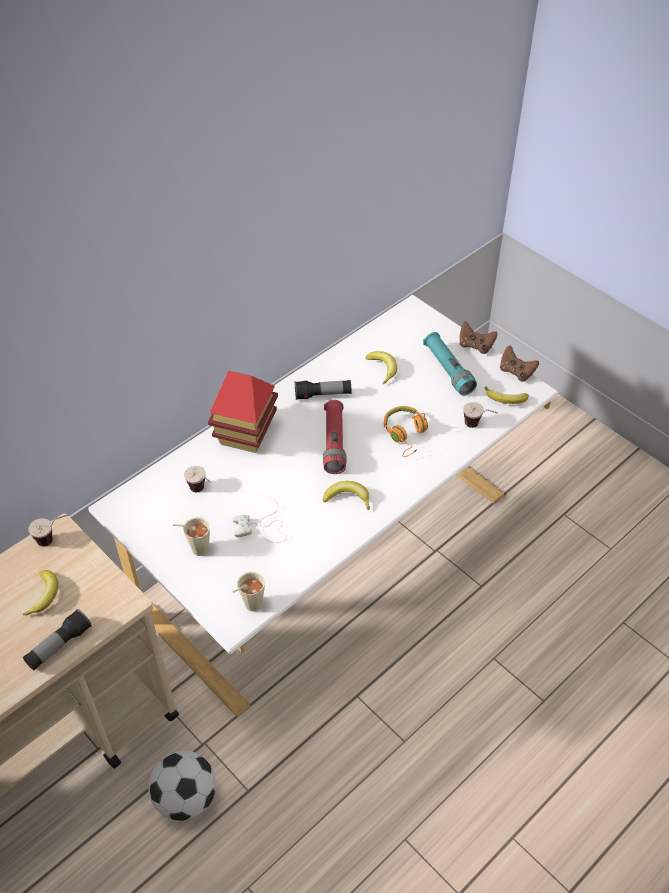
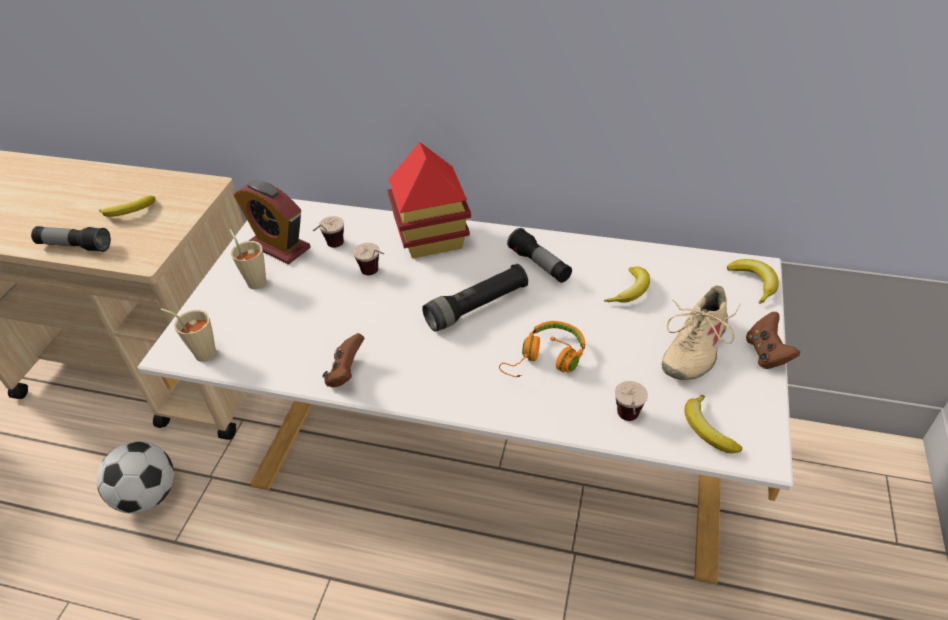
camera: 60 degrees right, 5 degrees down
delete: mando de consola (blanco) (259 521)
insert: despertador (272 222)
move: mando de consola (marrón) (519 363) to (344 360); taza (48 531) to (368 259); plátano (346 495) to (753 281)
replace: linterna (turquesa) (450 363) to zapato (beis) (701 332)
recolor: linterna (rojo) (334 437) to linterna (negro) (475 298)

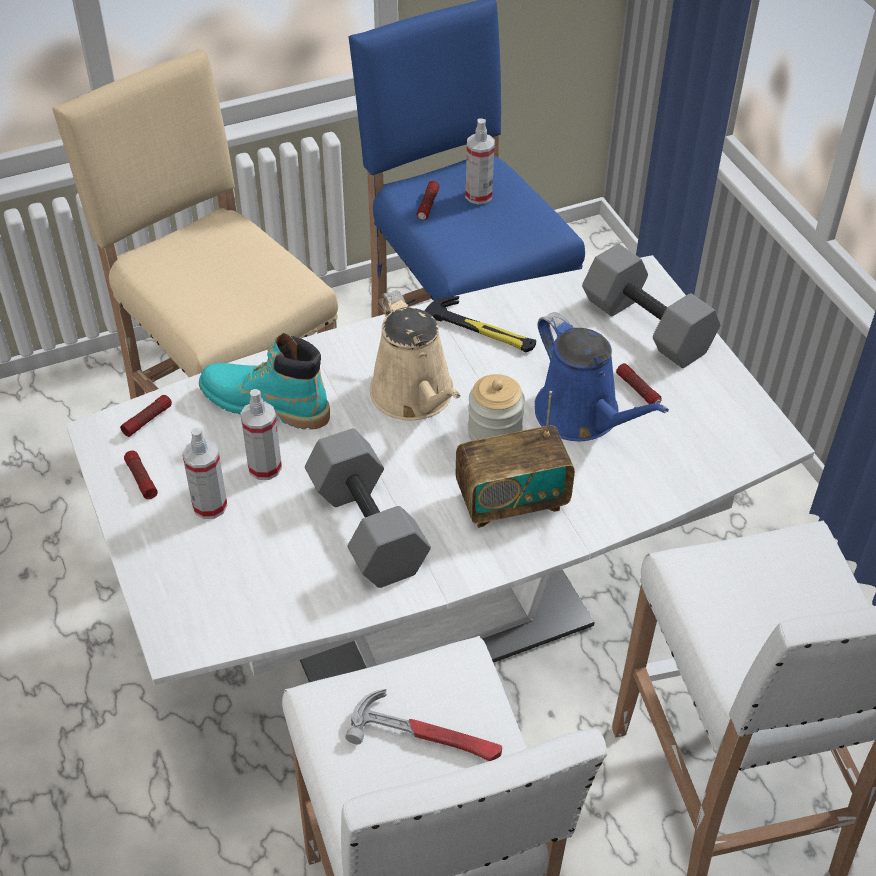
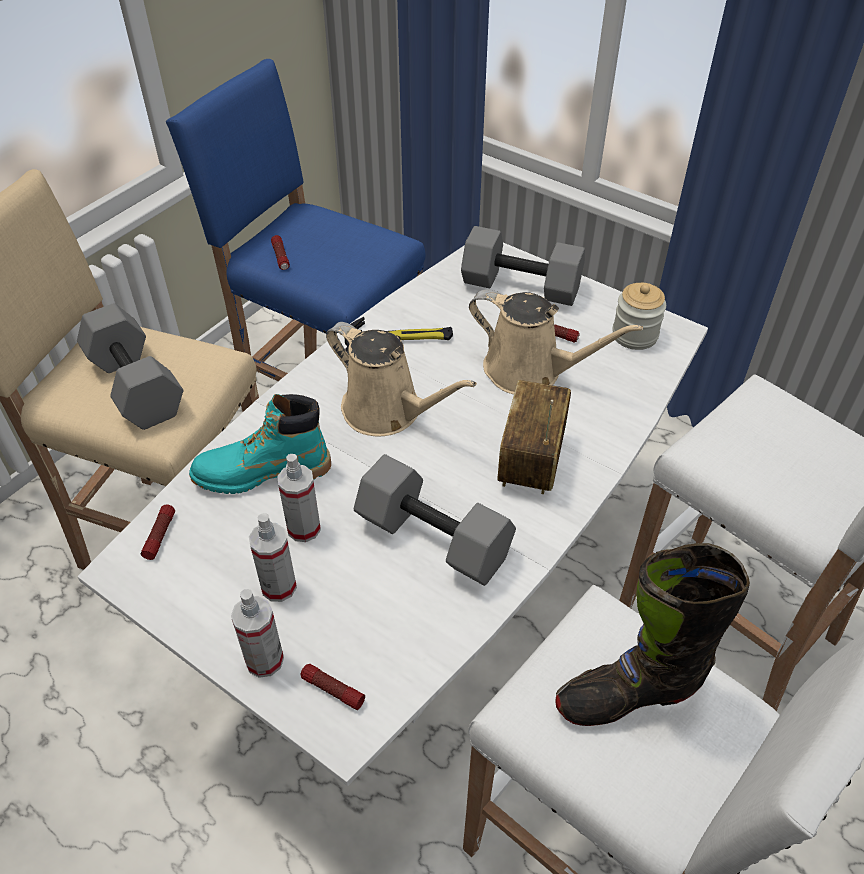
camera: 30 degrees left, 0 degrees up
insert: mancuerna (gris) (130 366)
move: pulverizador (480 161) to (257 633); linterna (141 475) to (333 687); tarro (496 407) to (639 316)
replace: martillo (424 725) to bota (negro) (652 634)
recolor: regadera (azul) (602 376) to regadera (beis) (556 342)
rotate: radio (515 459) = (534 437) 150 degrees clockwise

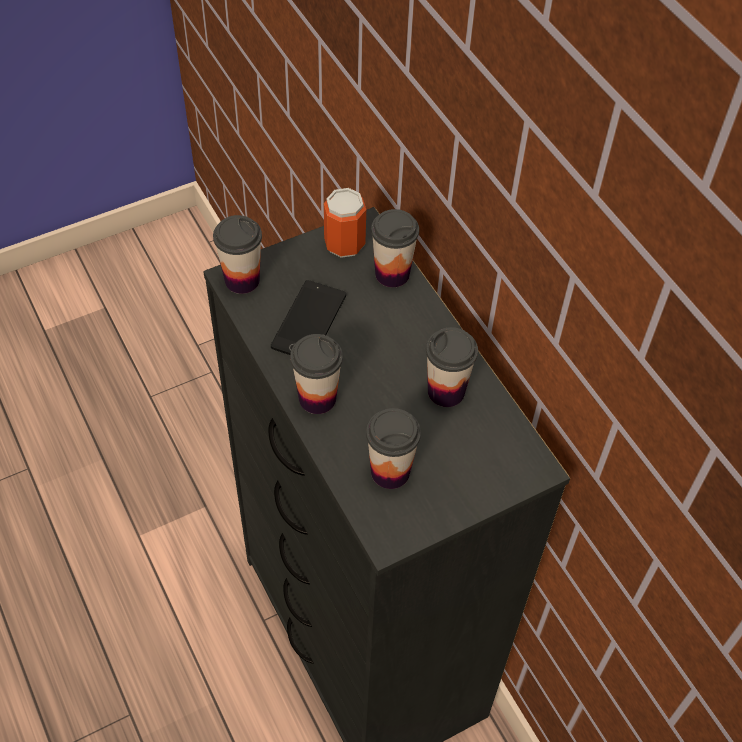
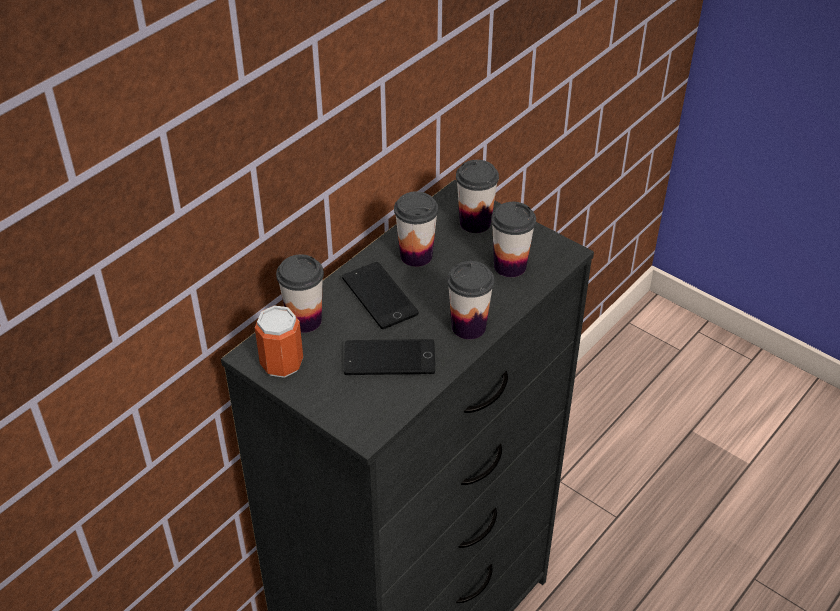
camera: 110 degrees left, 10 degrees down
insert: móvil (380 295)
move: taza (237 254) to (477 196)

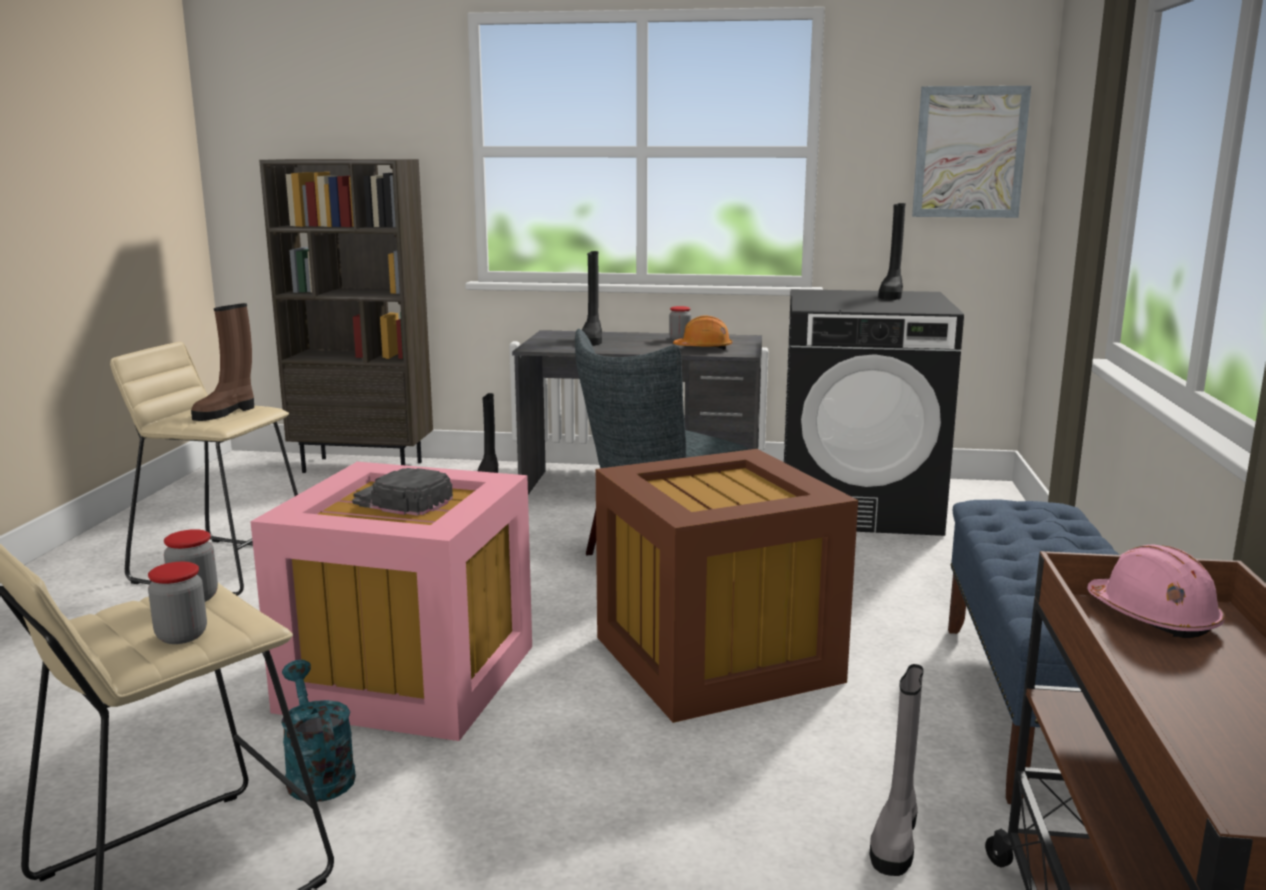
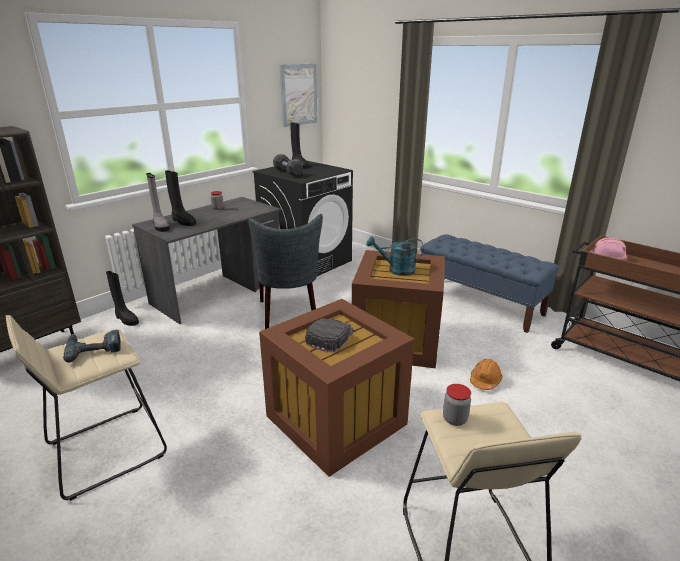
camera: 55 degrees left, 10 degrees up
delete: tarro (177 603)
insert: mancuerna (negro) (288 165)
move: bota (gris) (896 770) to (158 202); regadera (turquesa) (318 731) to (395 256); casco (naranja) (702 333) to (486 374)
replace: bota (marrón) (222 362) to taladro (91 346)
recolor: caja de almacenaje (rosa) (391 601) to caja de almacenaje (marrón) (336 388)
rotate: gorra (negro) (402 492) = (329 335) 150 degrees clockwise

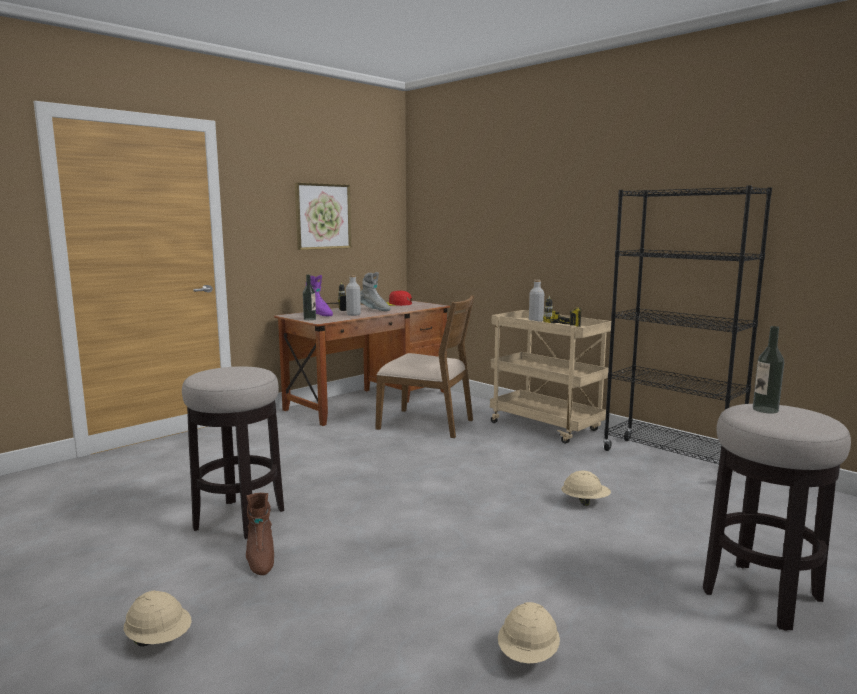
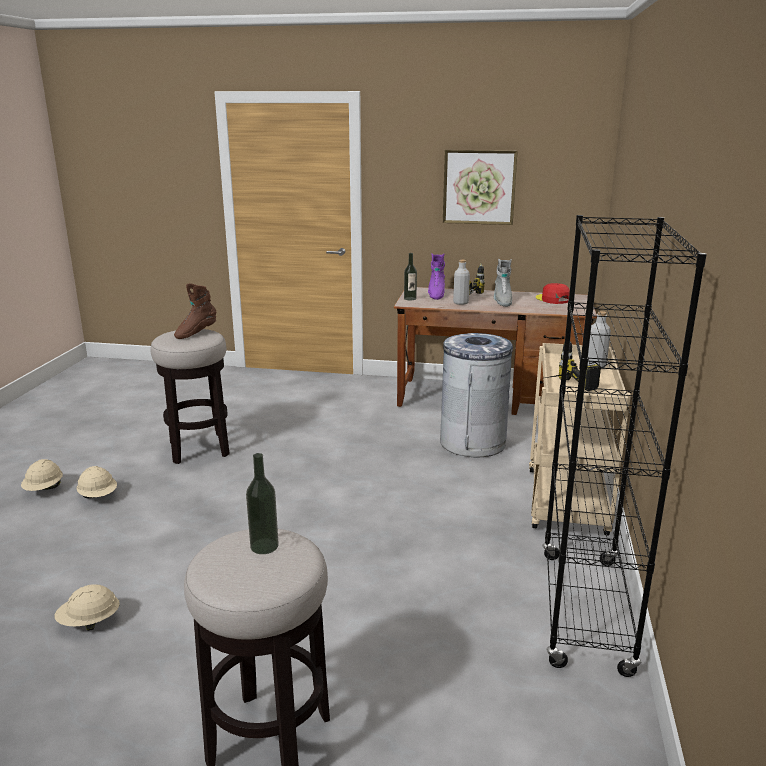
camera: 55 degrees right, 10 degrees up
move: casco (beis) (586 488) to (97 482); bota (marrón) (260 534) to (195 311)
replace: silla (marrón) (424 366) to papelera (gris) (476 395)

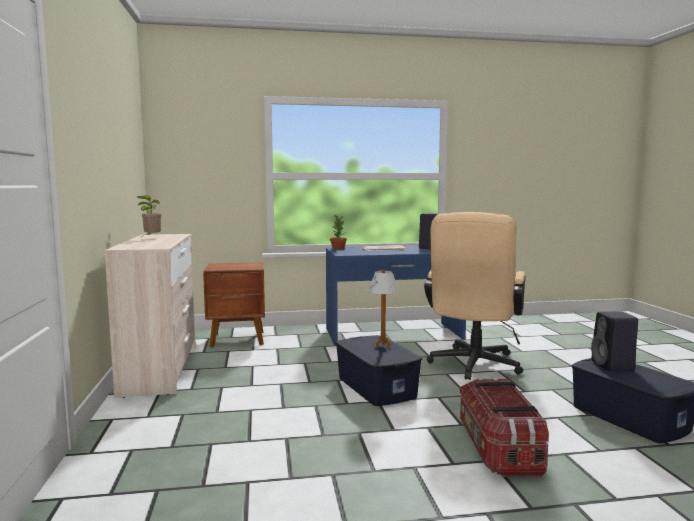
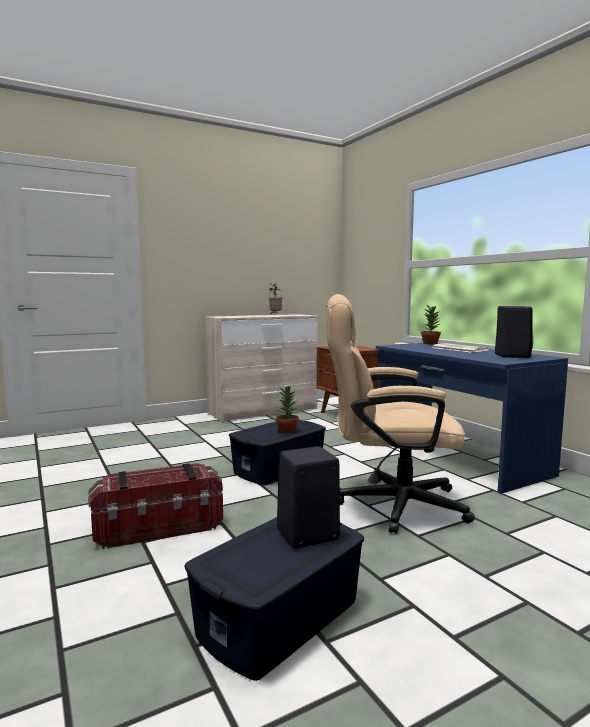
camera: 70 degrees right, 0 degrees up
replace: lámpara de mesa (383 309) to planta en maceta (287 409)

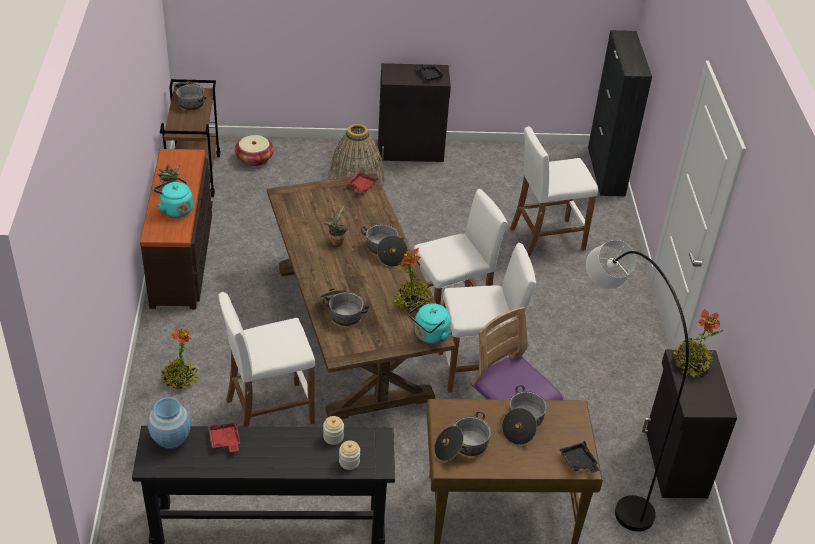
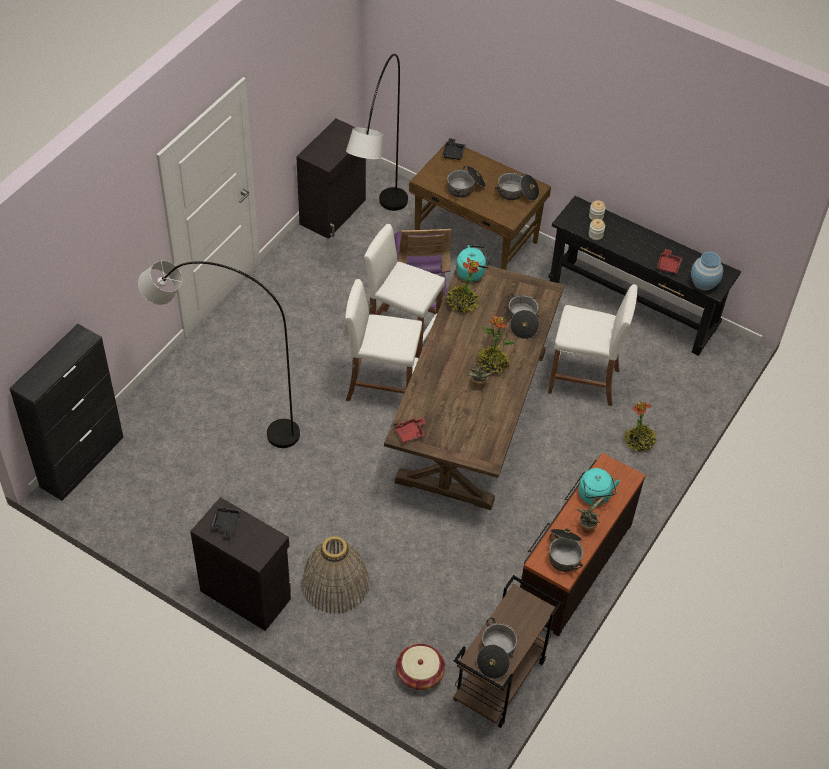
camera: 145 degrees left, 10 degrees up
move: planta en maceta (697 343) to (496 344); olla (384 245) to (566 550)
replace: taburete (blanco) (554 192) to lámpara de pie (gris) (219 354)

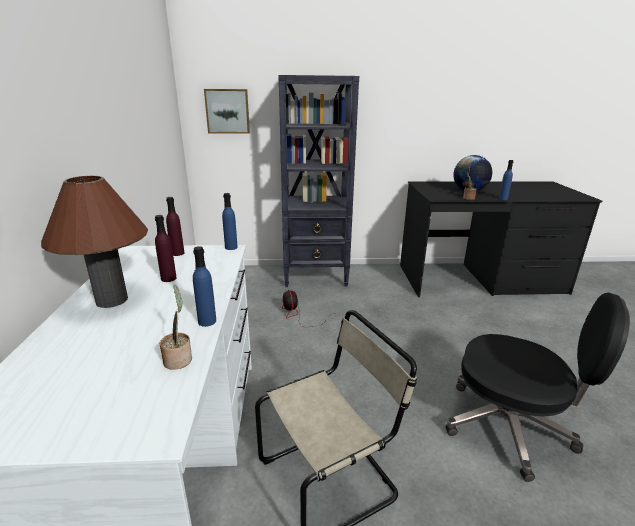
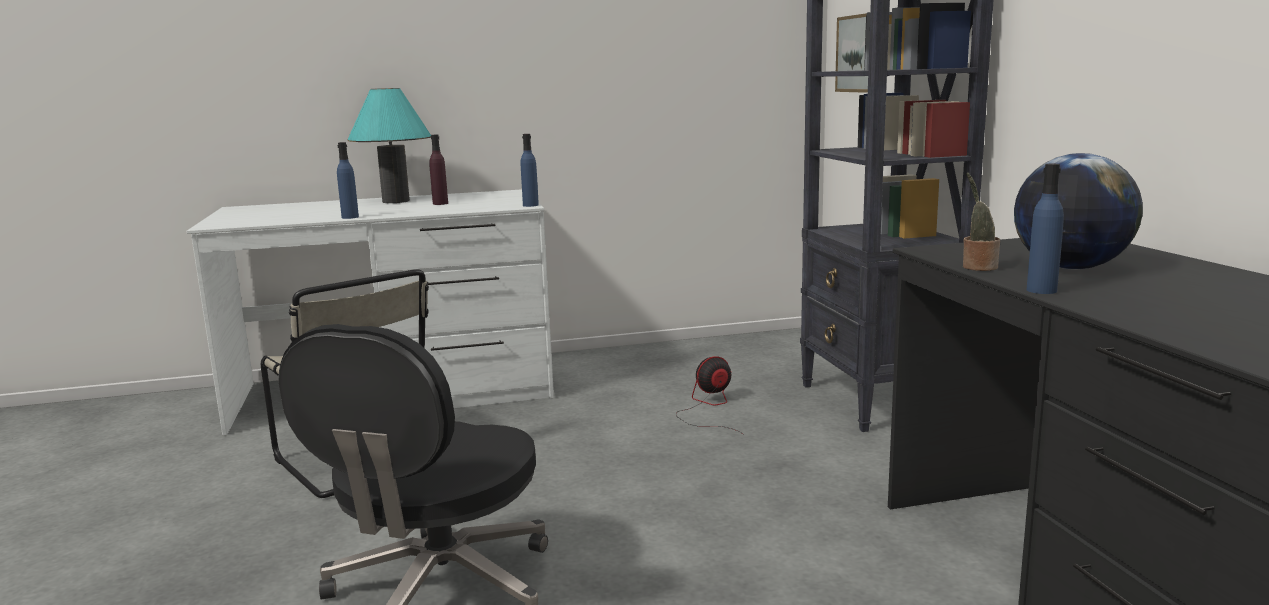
camera: 80 degrees right, 10 degrees down
delete: planta en maceta (176 327); botella (morado) (175 226)
recolor: lámpara de mesa (marrón) (94 242) to lámpara de mesa (turquesa) (389 145)

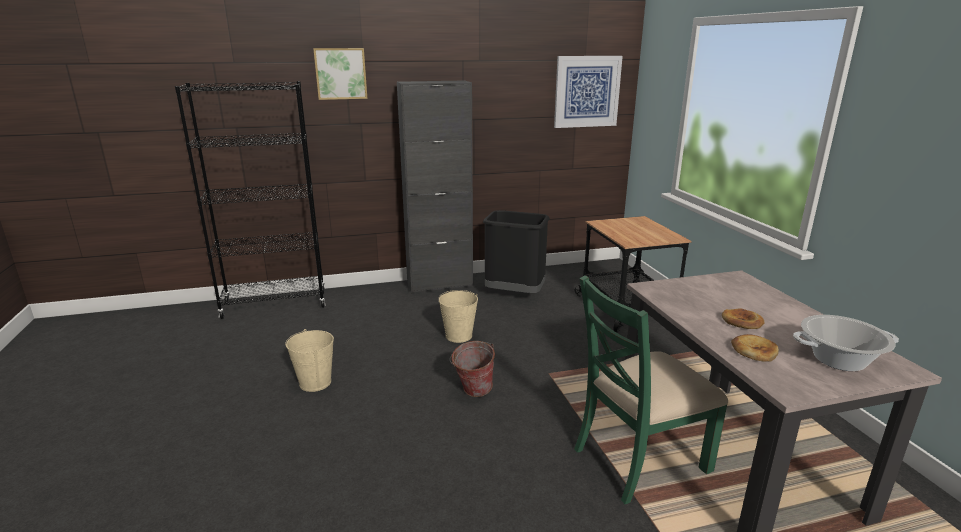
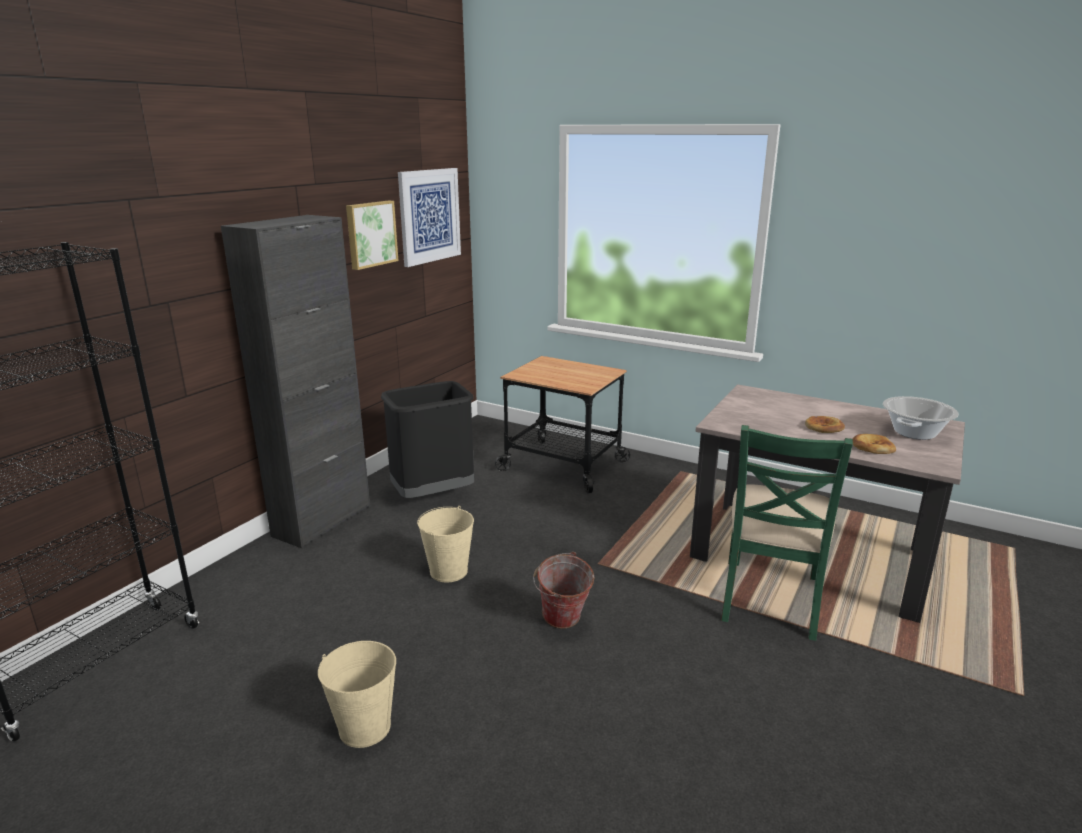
camera: 45 degrees left, 0 degrees up
move: cuadro (340 74) to (372 235)

